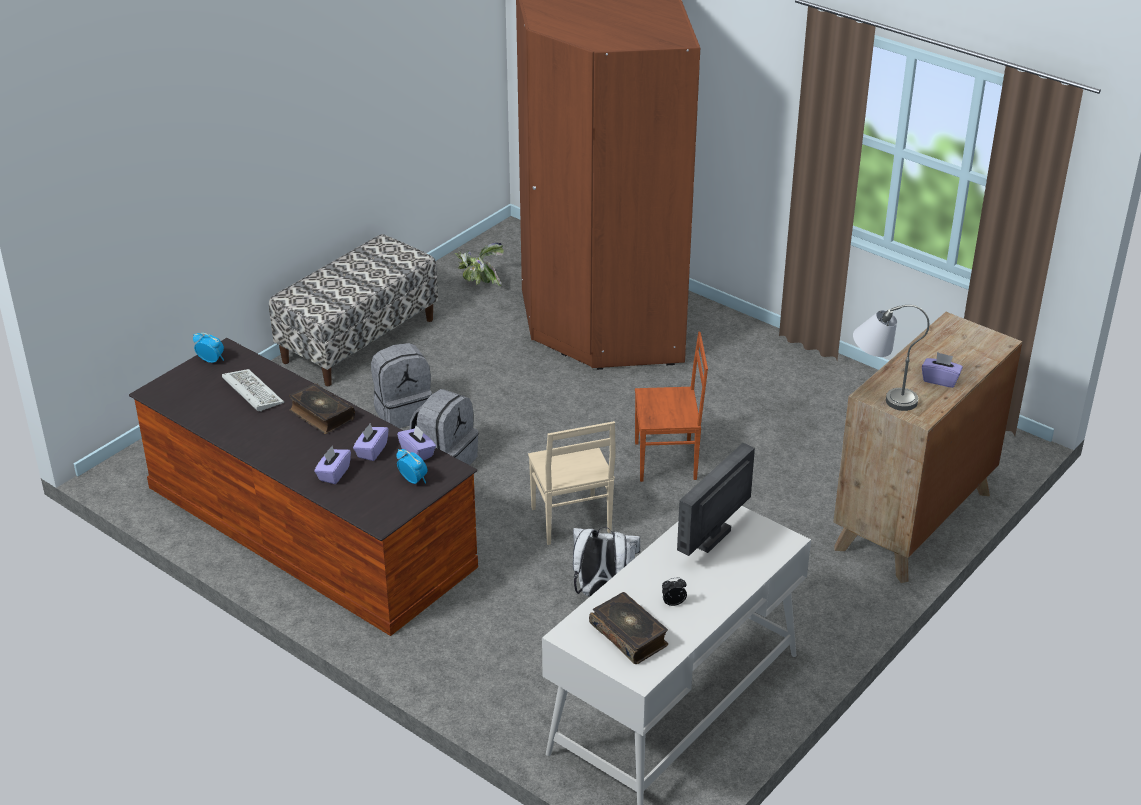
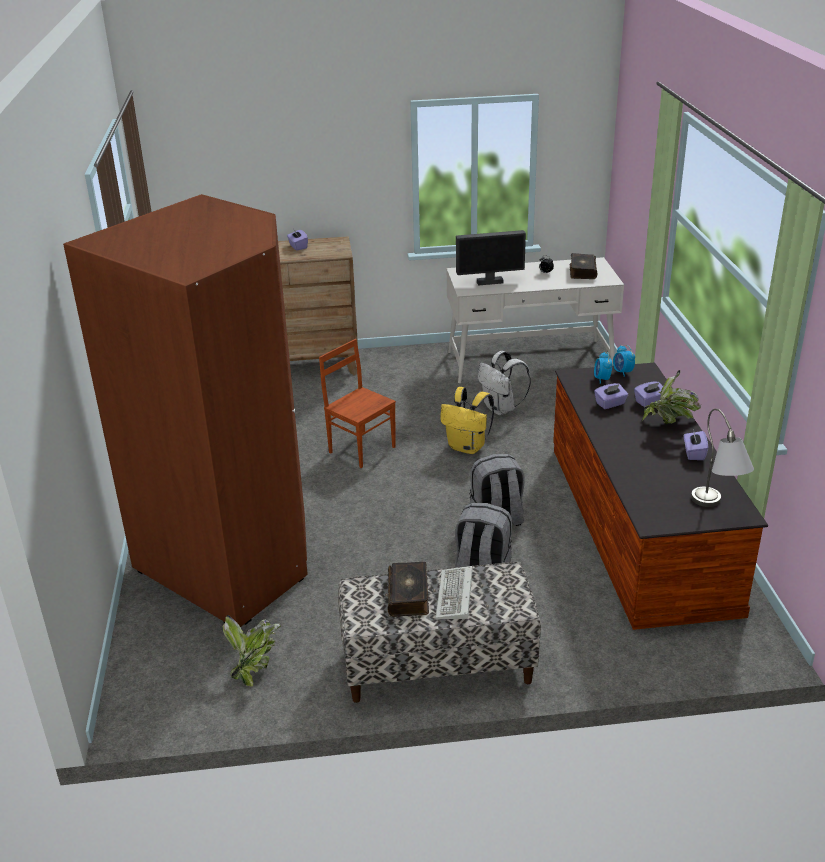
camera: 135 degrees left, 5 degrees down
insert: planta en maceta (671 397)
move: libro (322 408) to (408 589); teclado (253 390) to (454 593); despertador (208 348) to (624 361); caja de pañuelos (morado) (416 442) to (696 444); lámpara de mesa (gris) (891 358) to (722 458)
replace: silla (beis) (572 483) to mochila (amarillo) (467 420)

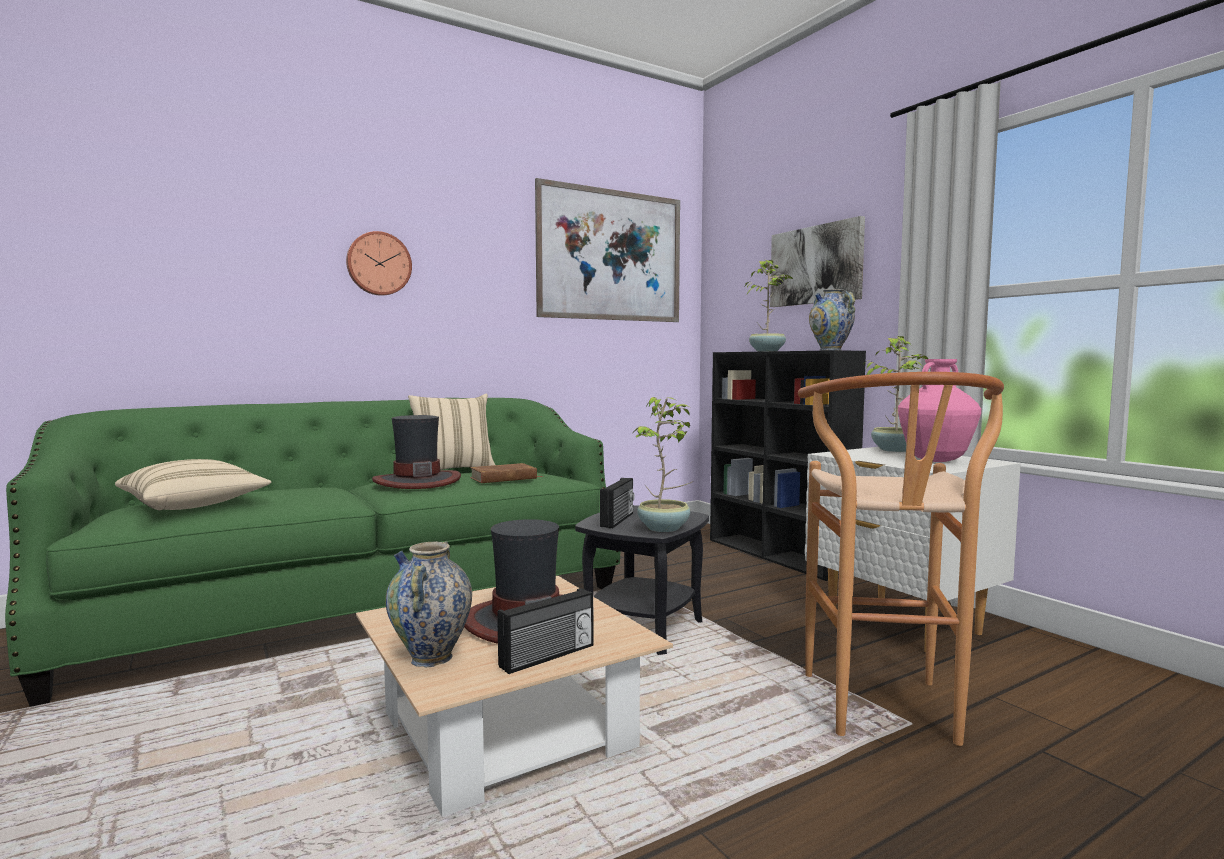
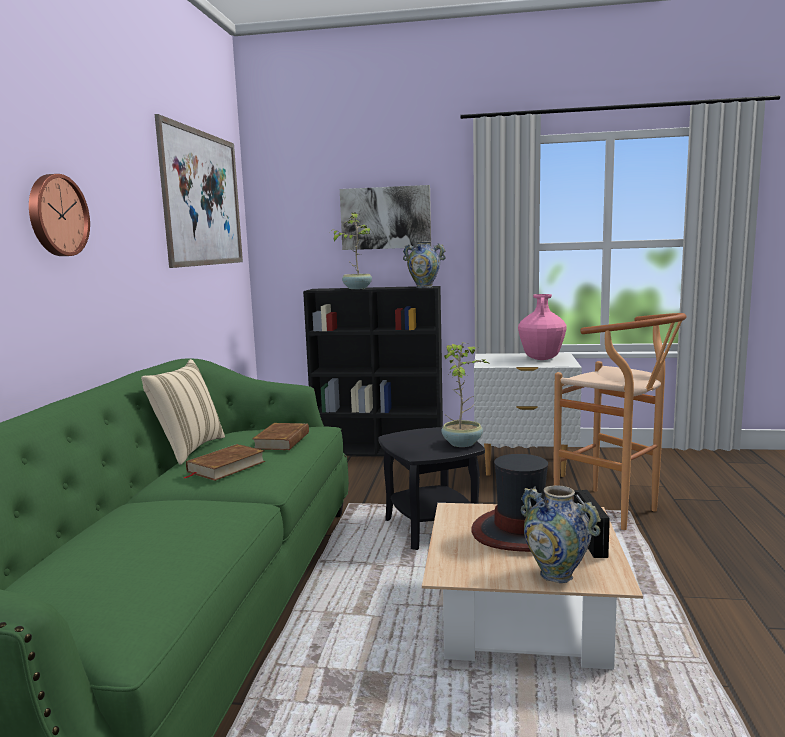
camera: 50 degrees left, 5 degrees up
delete: cojín (beis) (193 484); radio (617 503); planta en maceta (895 394)
replace: sombrero (416 452) to libro (marrón) (224 462)

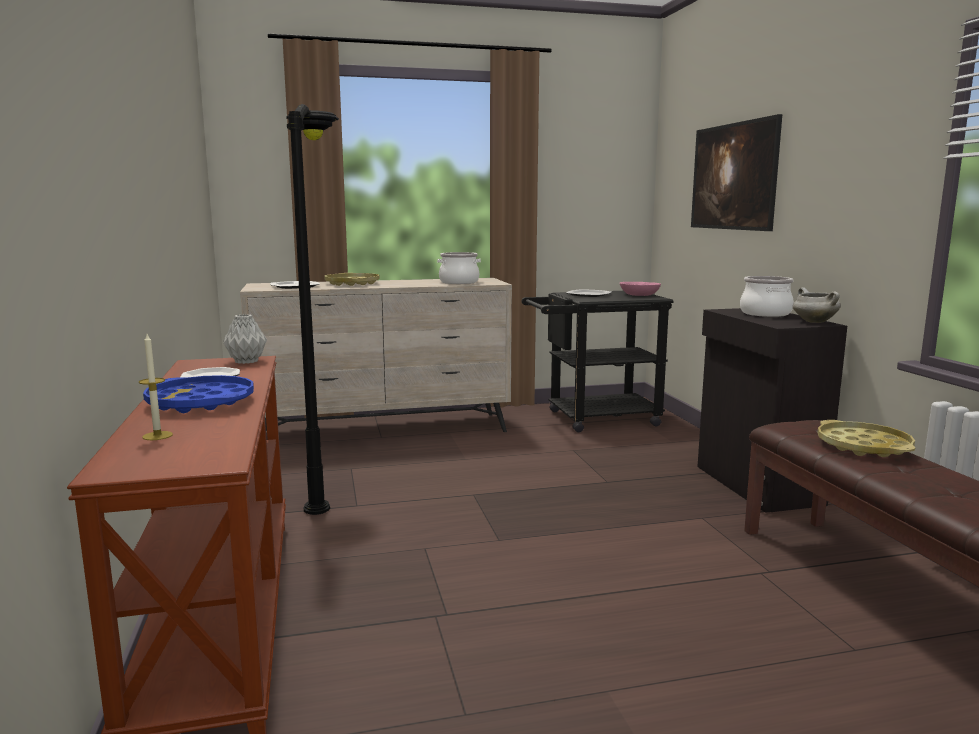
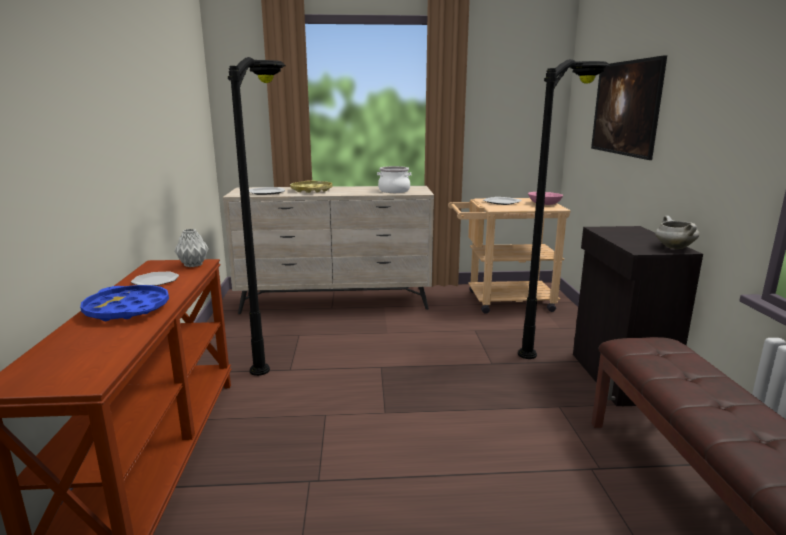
camera: 10 degrees right, 5 degrees up
delete: vela (156 387); olla (767 296); bandeja (amarillo) (866 438)
insert: lámpara de pie (negro) (564 209)
recolor: carrito (negro) (597 361) to carrito (beis) (509 256)

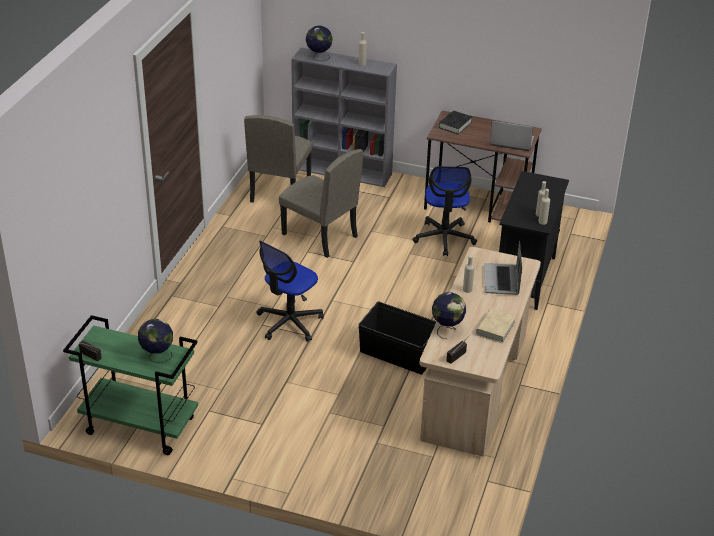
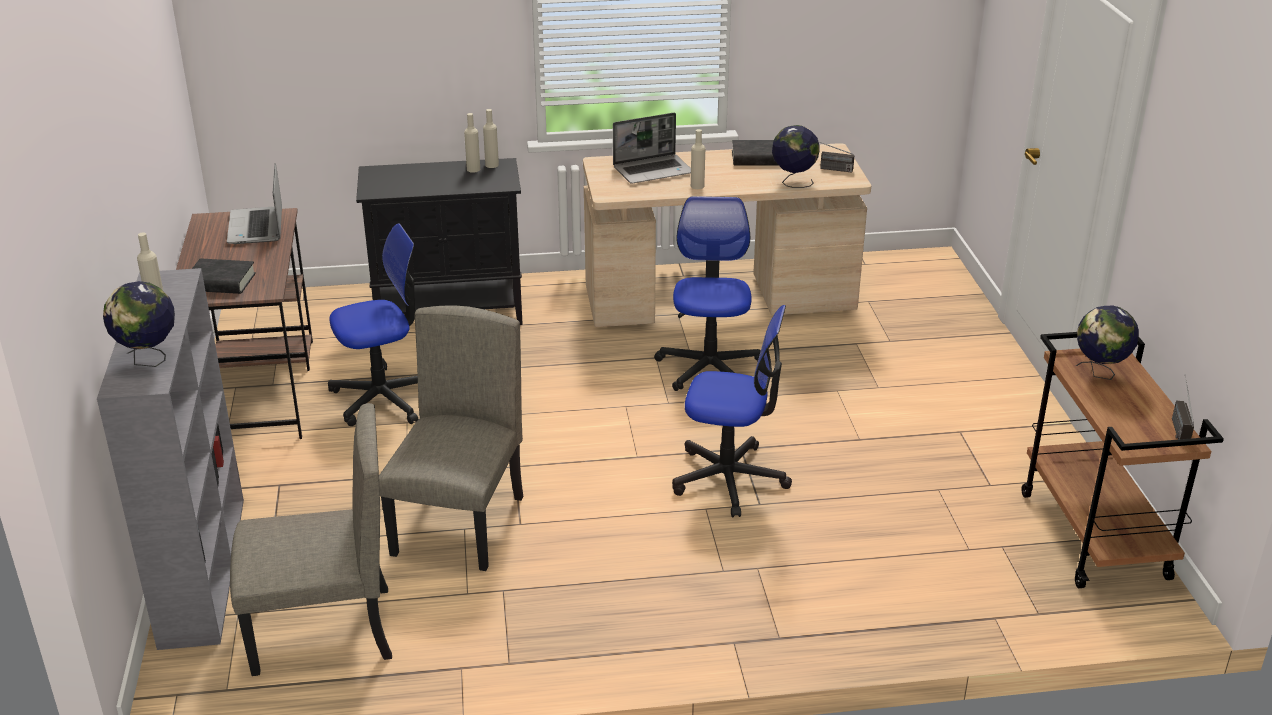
camera: 115 degrees left, 5 degrees down
replace: caja de almacenaje (negro) (397 338) to silla de oficina (707 293)
recolor: libro (beis) (496 326) to libro (negro) (755 153); carrito (verde) (130 385) to carrito (marrón) (1123 460)

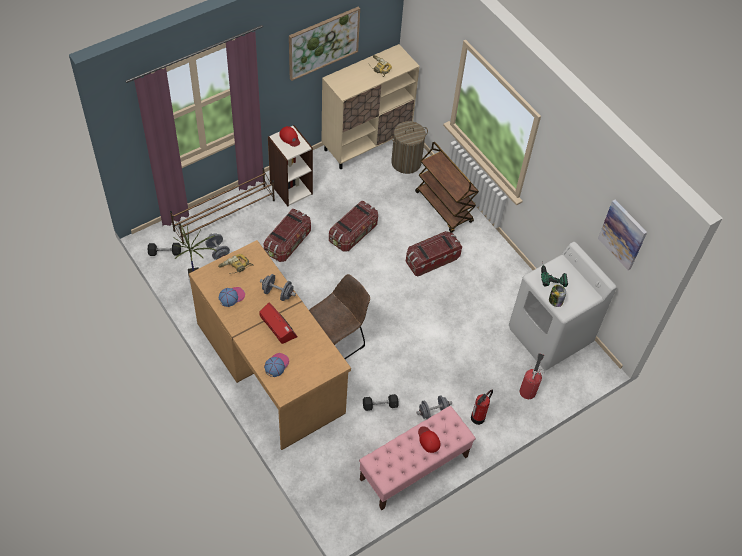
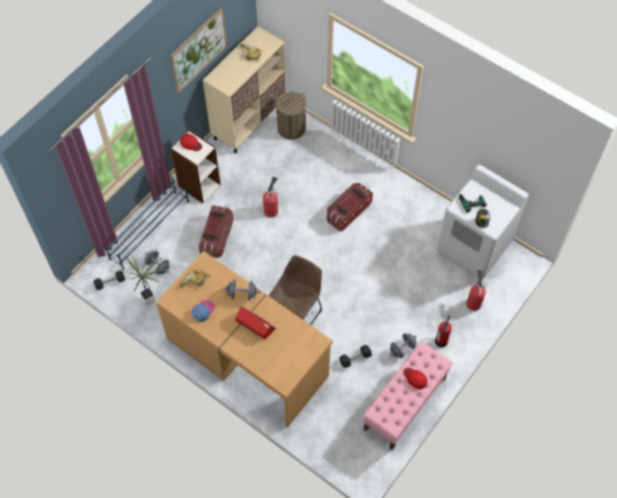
camera: 15 degrees left, 5 degrees up
delete: gorra (276 365); carrito (marrón) (447 187); cuadro (622 235)
replace: caja de almacenaje (353 226) to extintor (270 197)
recolor: zapatero (marrón) (222 206) to zapatero (azul) (146 223)

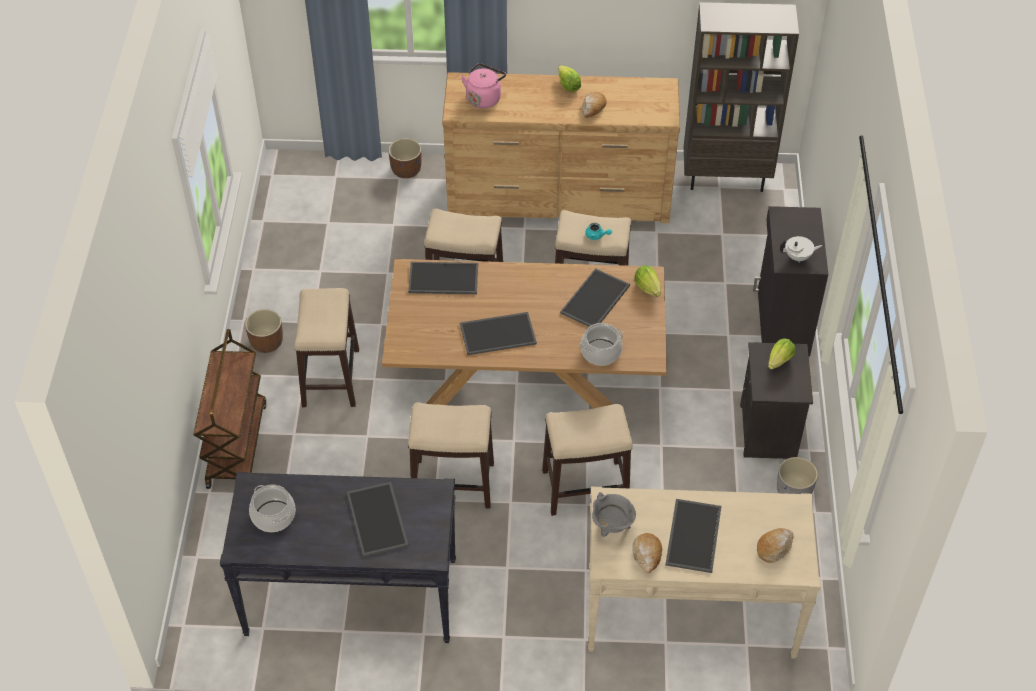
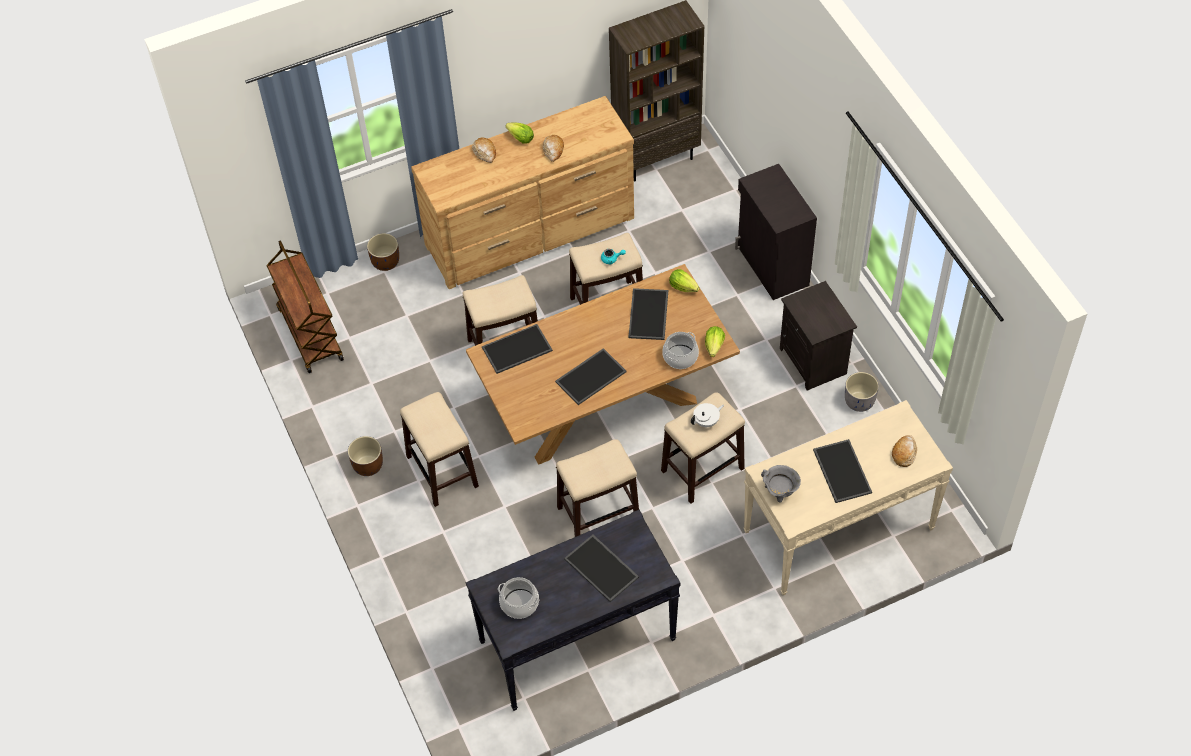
camera: 25 degrees left, 5 degrees up
delete: hervidor (rosa) (483 85)
move: carrito (marrón) (230 409) to (305 307); pan (647 553) to (484 150); tetera (blanco) (801 249) to (707 415); lechuga (781 354) to (715 341)

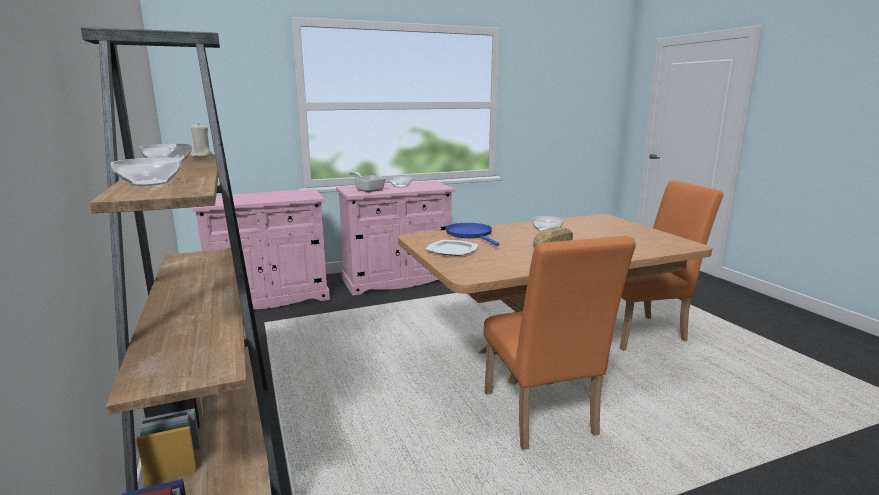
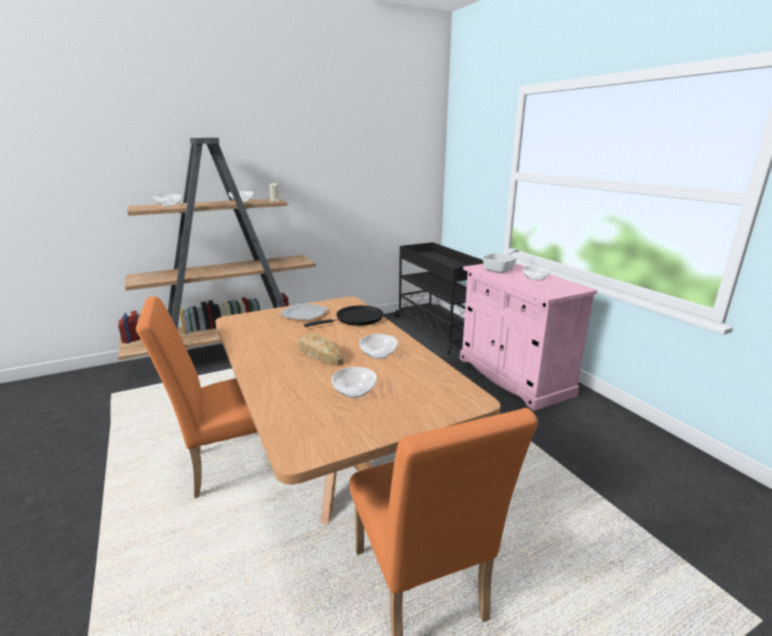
camera: 85 degrees right, 5 degrees up
insert: cuenco (354 382)
replace: armario (rosa) (261 249) to carrito (negro) (438 298)
recolor: sartén (azul) (473 234) to sartén (negro) (343 316)

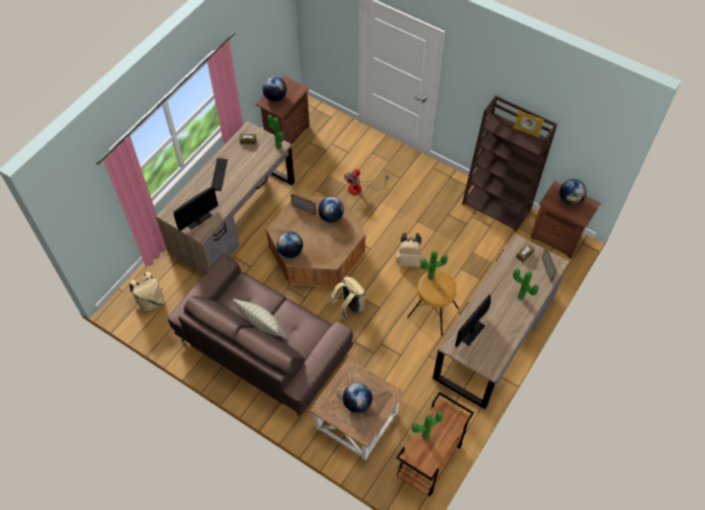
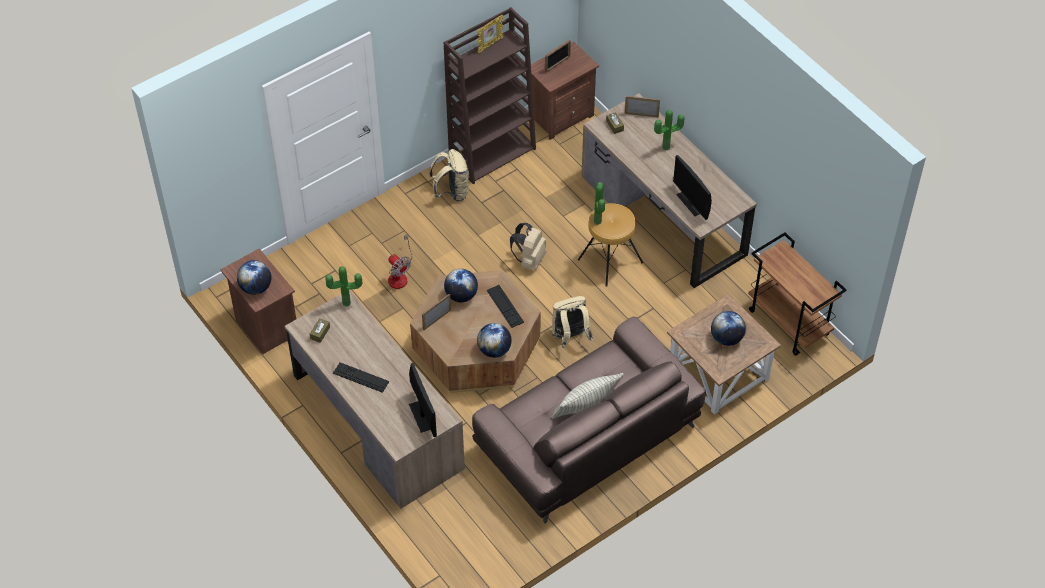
camera: 70 degrees left, 5 degrees down
delete: planta en maceta (427 425)
insert: teclado (505 306)
move: mochila (beis) (147 292) to (449 175)
replace: globo terráqueo (573 192) to portarretratos (558 56)

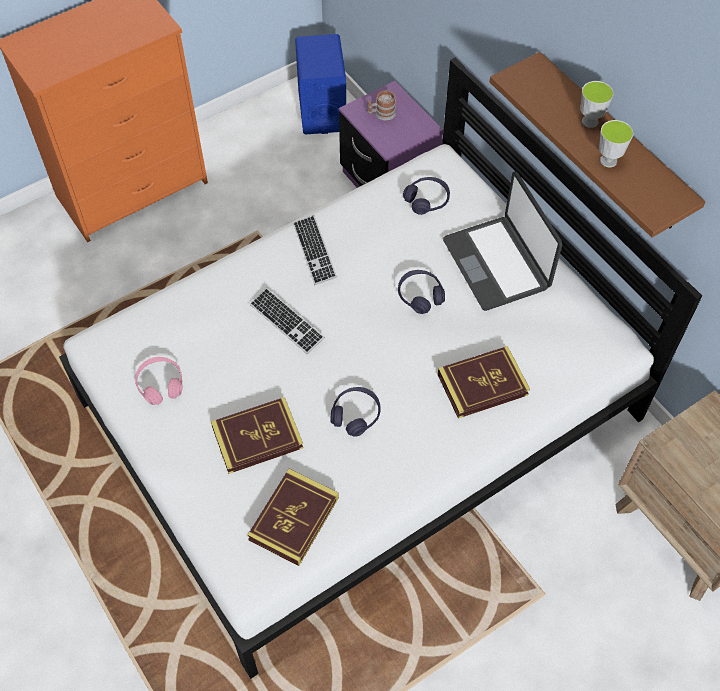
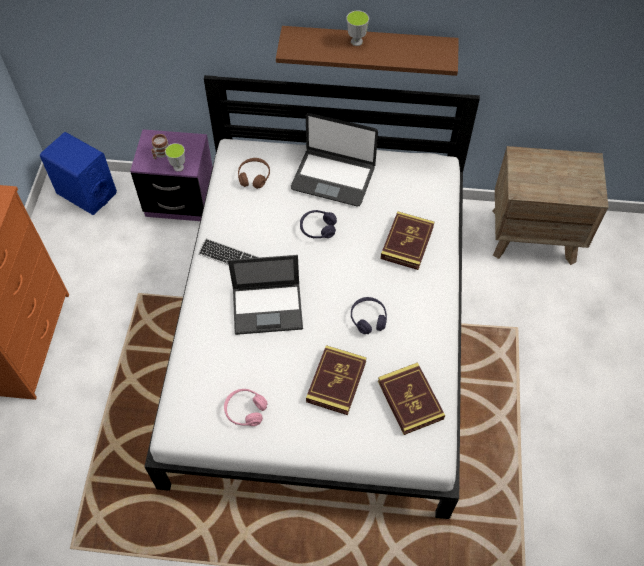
camera: 50 degrees left, 0 degrees up
move: taza (616 143) to (175 157)
replace: teclado (287 321) to portátil (265 295)
recolor: auriculares (morado) (426 196) to auriculares (marrón) (254 173)

